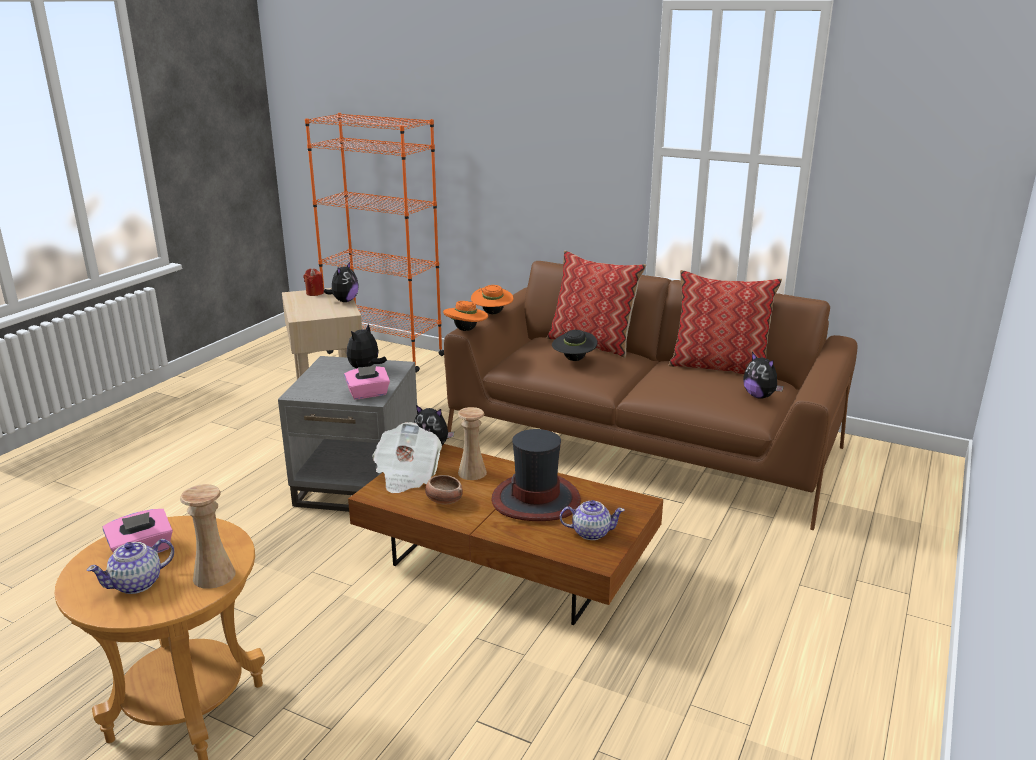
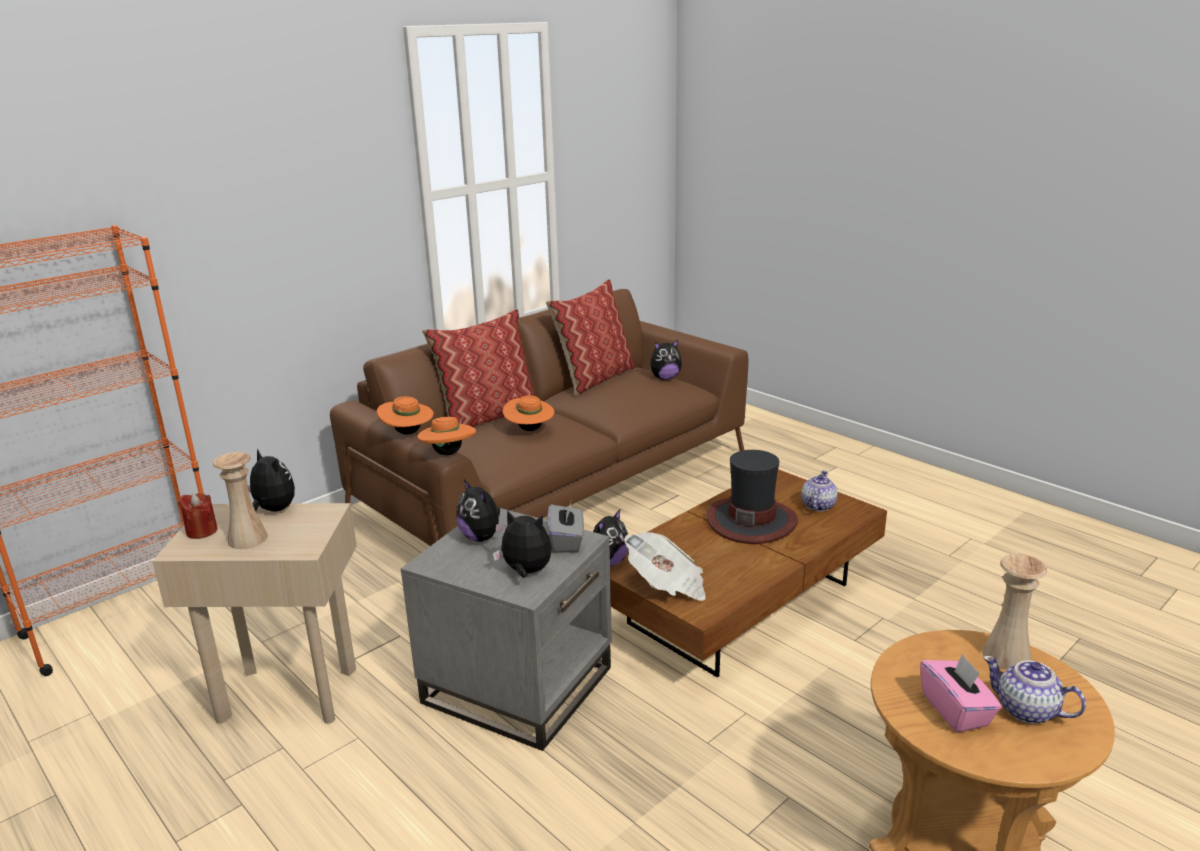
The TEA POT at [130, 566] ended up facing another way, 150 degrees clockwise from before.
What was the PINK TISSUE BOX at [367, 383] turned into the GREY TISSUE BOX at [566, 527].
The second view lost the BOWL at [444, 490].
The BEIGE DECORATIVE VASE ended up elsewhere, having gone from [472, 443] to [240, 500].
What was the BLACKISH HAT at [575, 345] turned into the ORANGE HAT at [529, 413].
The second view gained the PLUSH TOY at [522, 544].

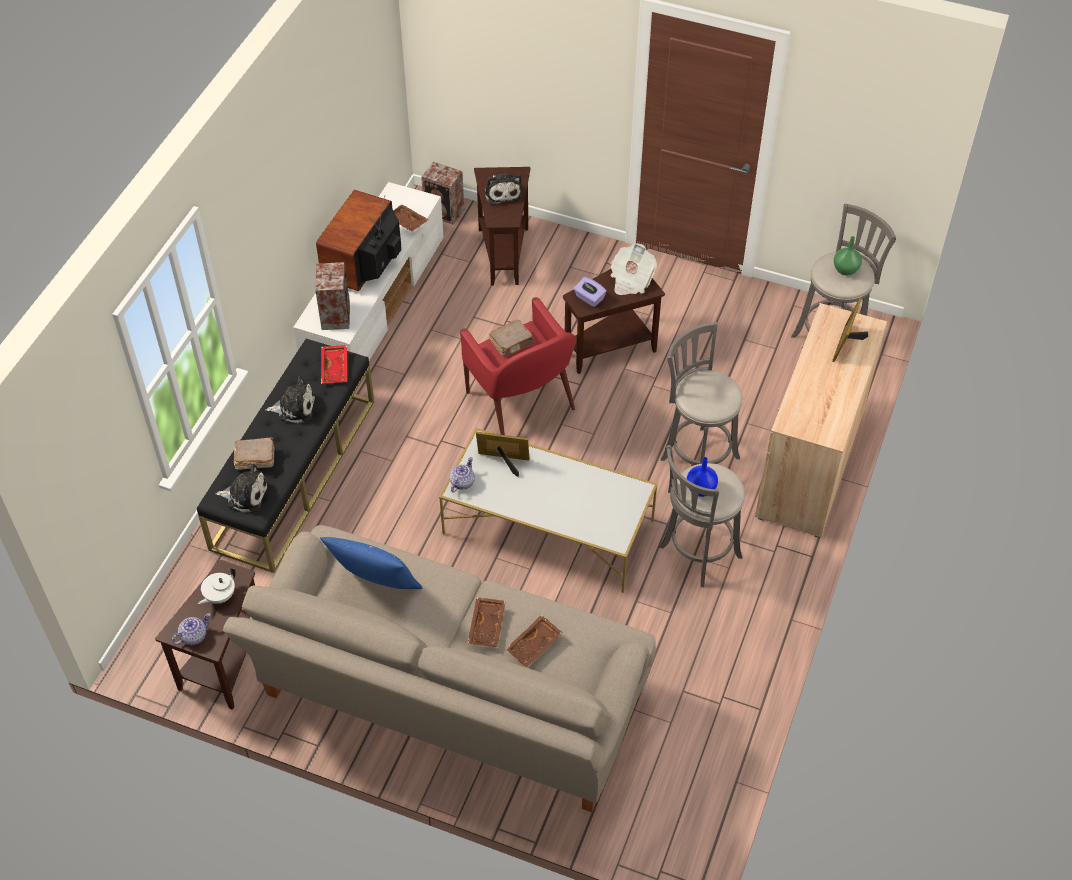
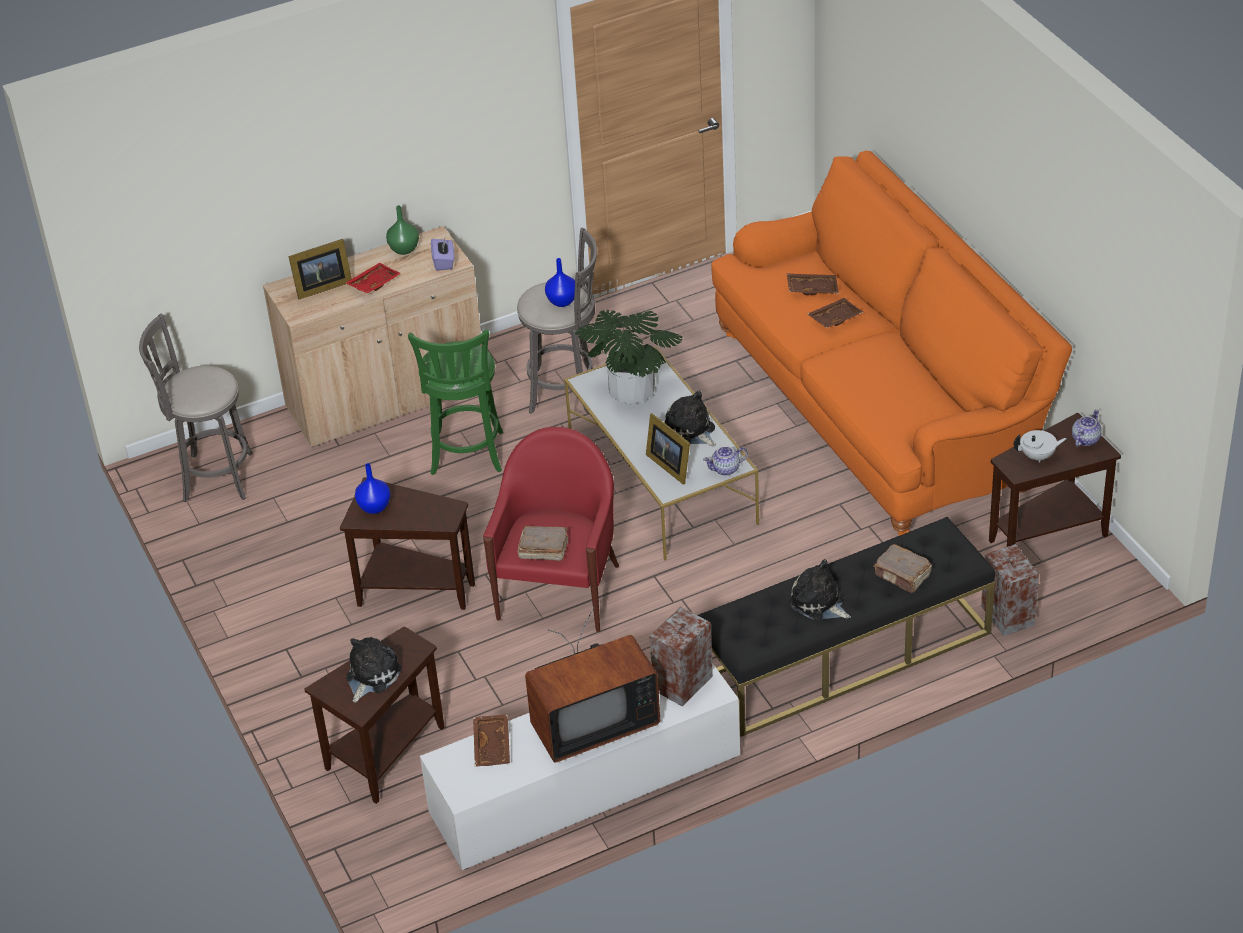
The TEA POT at [191, 629] ended up facing another way, 120 degrees clockwise from before.
The PLUSH TOY ended up elsewhere, having gone from [242, 488] to [690, 418].
What was the BEIGE SOFA at [439, 668] turned into the ORANGE SOFA at [891, 343].
The second view lost the BLUE-COLOURED PILLOW at [371, 563].
The RED CARRYING TRAY ended up elsewhere, having gone from [334, 364] to [373, 278].
The SPEAKER ended up elsewhere, having gone from [442, 193] to [1010, 590].
The PURPLE-COLOURED TISSUE BOX ended up elsewhere, having gone from [590, 292] to [442, 255].
Where the NEWSPAPER stood at [633, 269], the BLUE-COLOURED DECORATIVE VASE came to stand at [372, 488].
What was the GREY SITTING STOOL at [702, 393] turned into the GREENISH SITTING STOOL at [455, 402].
The GREENISH DECORATIVE VASE ended up elsewhere, having gone from [848, 255] to [402, 230].
The second view gained the POTTED PLANT at [629, 357].

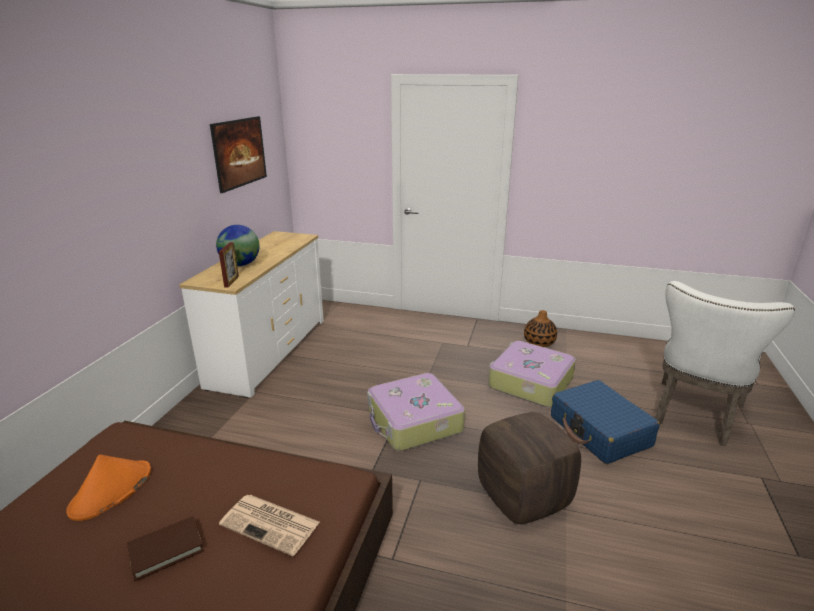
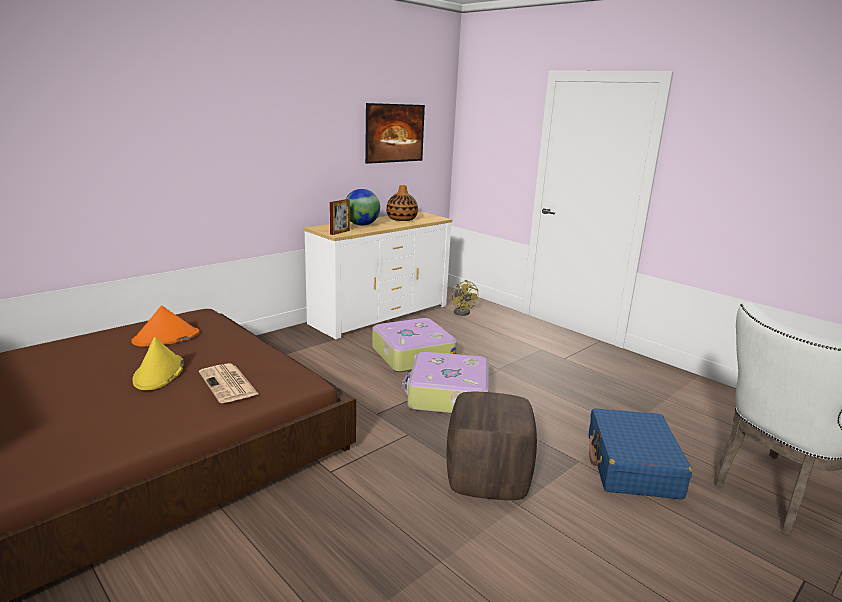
Where the BROWNISH BOUND BOOK stood at [165, 548], the YELLOWISH HAT came to stand at [158, 363].
The PIECE OF LUGGAGE ended up elsewhere, having gone from [532, 374] to [414, 345].
The DECORATIVE VASE ended up elsewhere, having gone from [540, 328] to [402, 203].
The second view gained the YELLOWISH FAN at [464, 298].

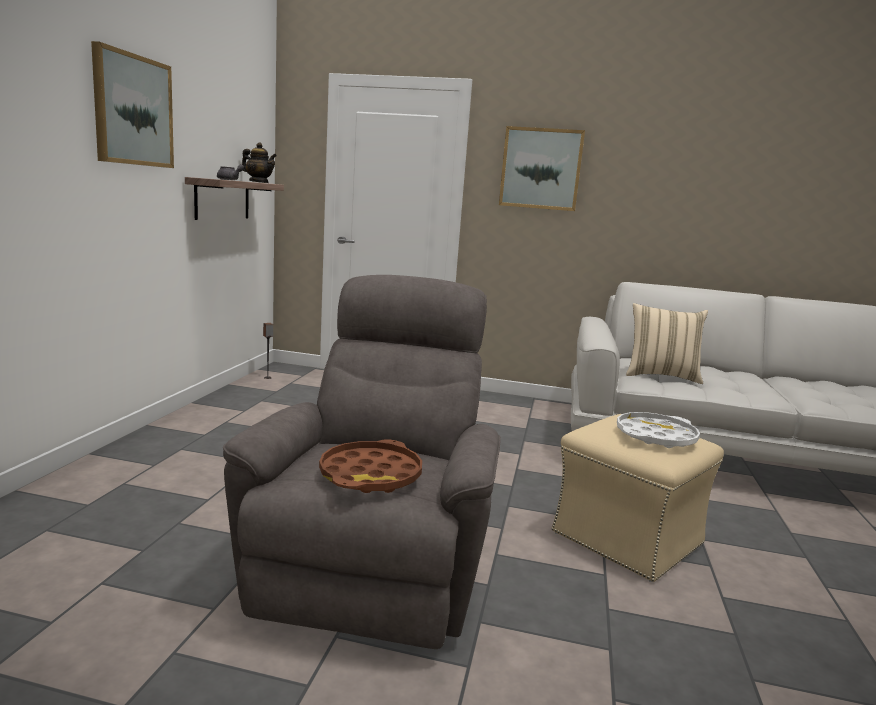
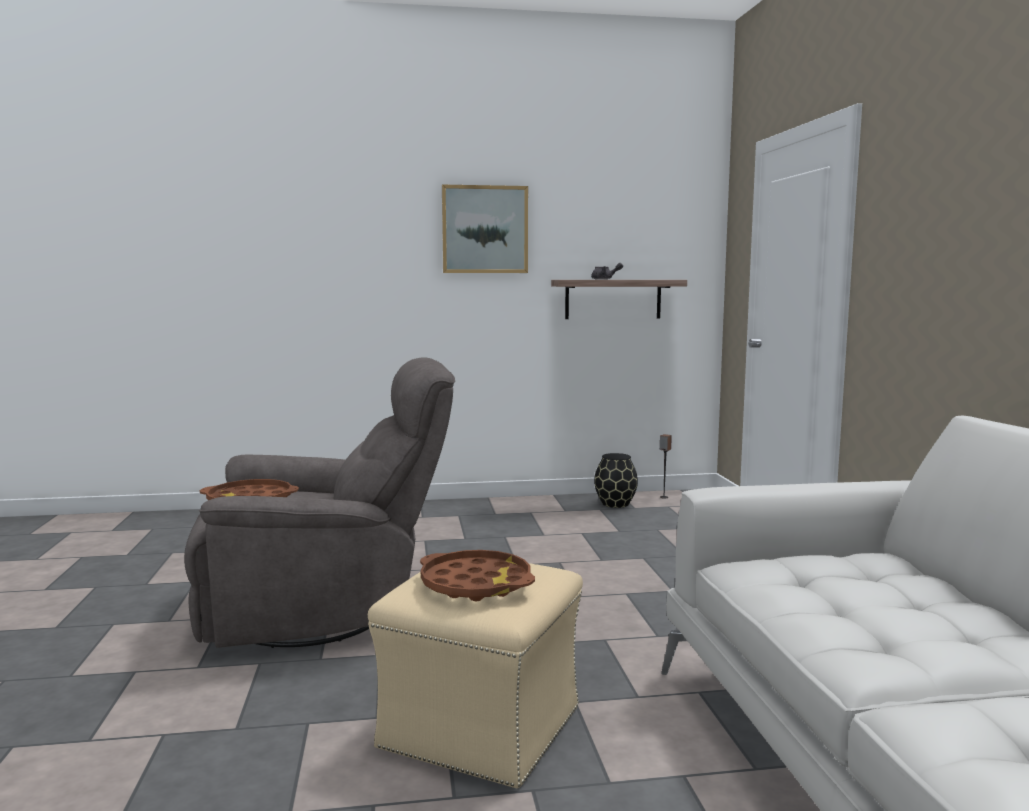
The second view lost the TEA POT at [259, 162].
The second view lost the PICTURE at [542, 168].
What was the WHITE CARRYING TRAY at [658, 430] turned into the BROWNISH CARRYING TRAY at [477, 576].
The second view lost the BEIGE PILLOW at [667, 343].
The second view gained the BLACKISH DECORATIVE VASE at [616, 480].

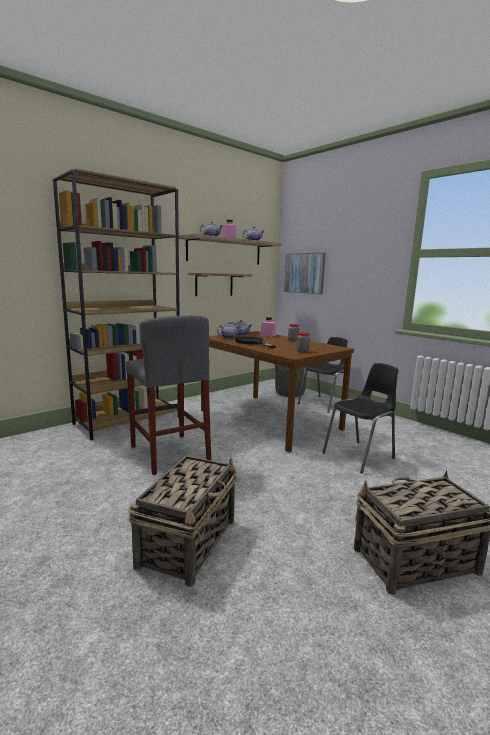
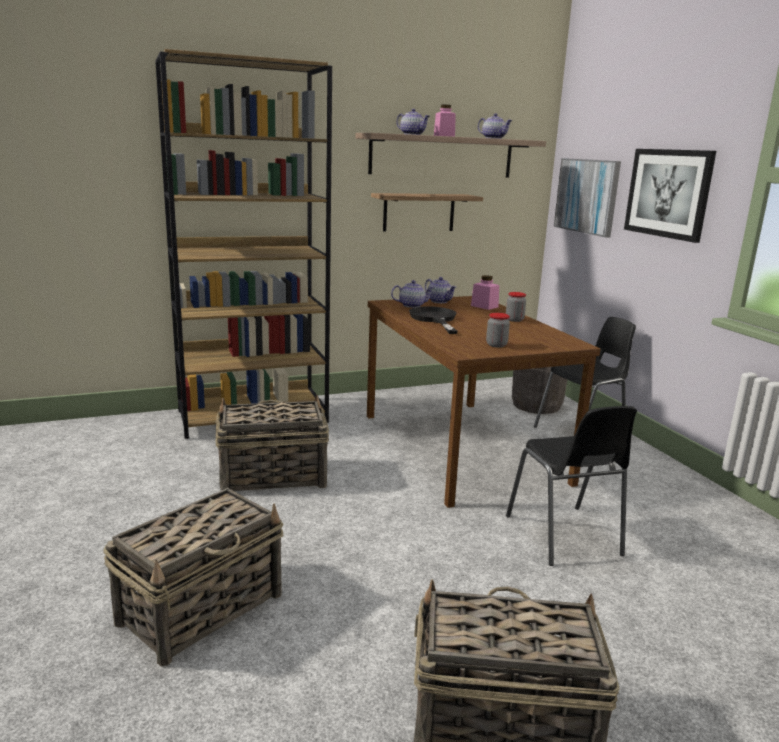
Where the GREY SITTING STOOL stood at [168, 395], the HOUSEHOLD BASKET came to stand at [272, 443].
The BLACKISH PLAIN CHAIR at [360, 418] ended up facing another way, 90 degrees clockwise from before.
The second view gained the PICTURE at [670, 196].

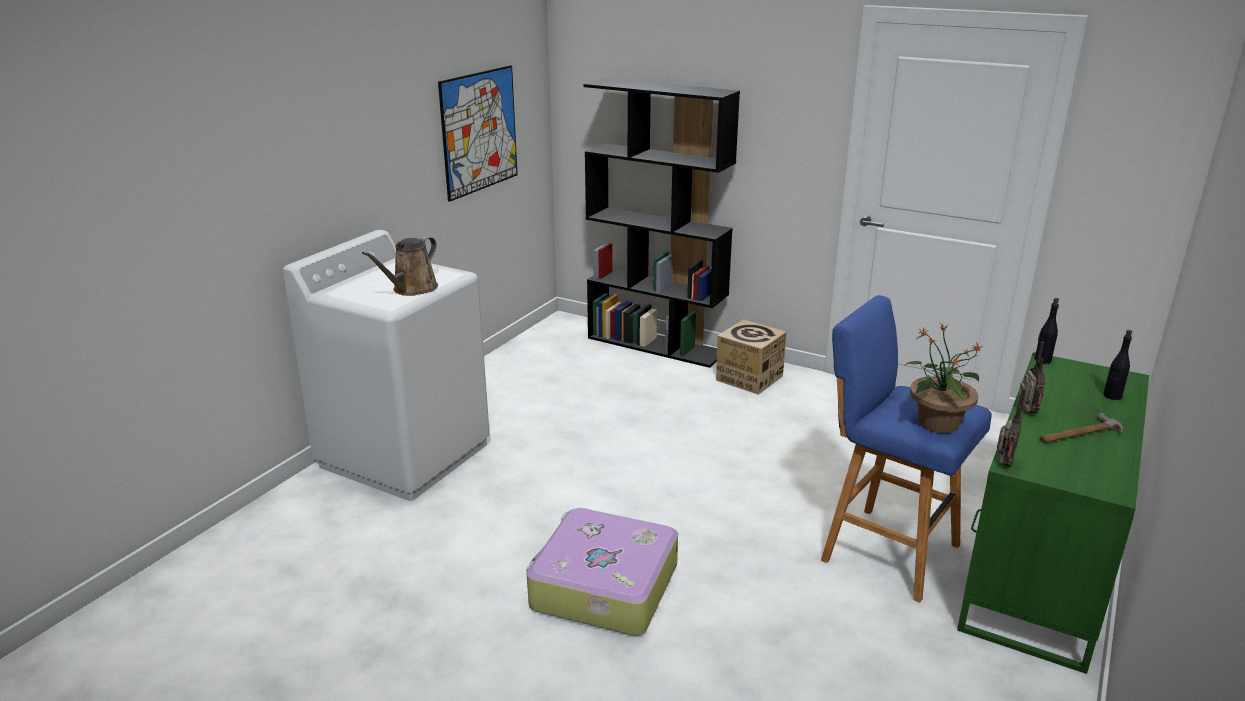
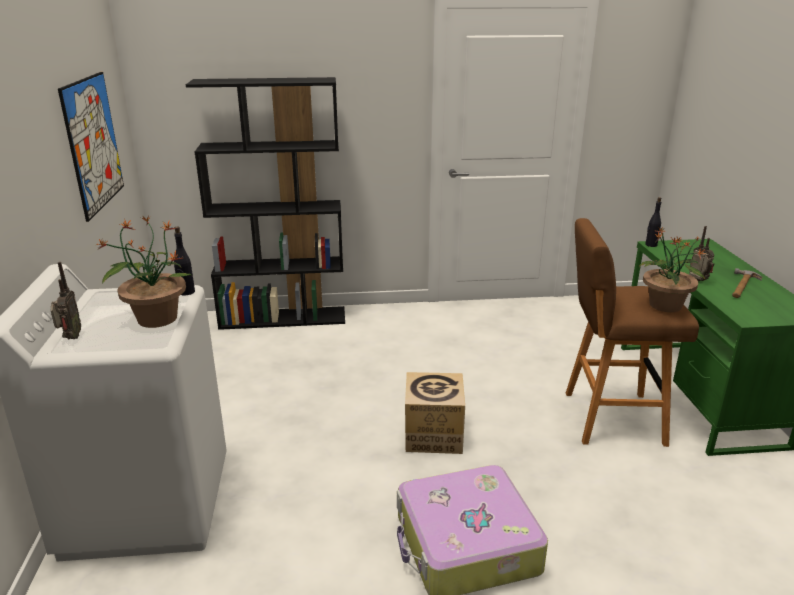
Where the BROWNISH SPRINKLING CAN stood at [400, 266], the POTTED PLANT came to stand at [144, 272].
The CARDBOARD BOX ended up elsewhere, having gone from [751, 357] to [435, 413].
What was the BLUE-COLOURED SITTING STOOL at [906, 449] turned into the BROWNISH SITTING STOOL at [632, 332].
The RADIO RECEIVER ended up elsewhere, having gone from [1011, 427] to [66, 300].
The BLACKISH BOTTLE ended up elsewhere, having gone from [1117, 365] to [184, 261].

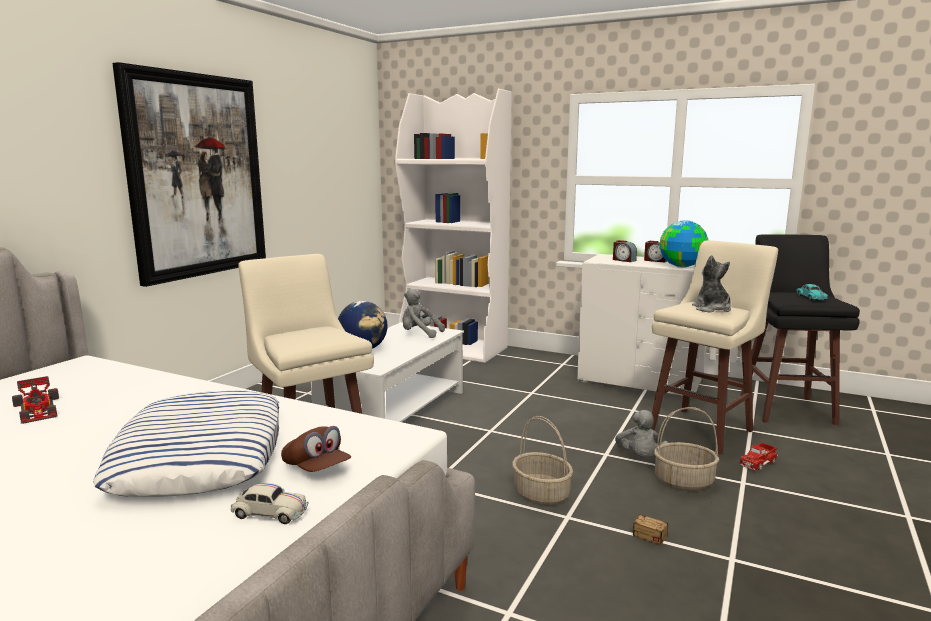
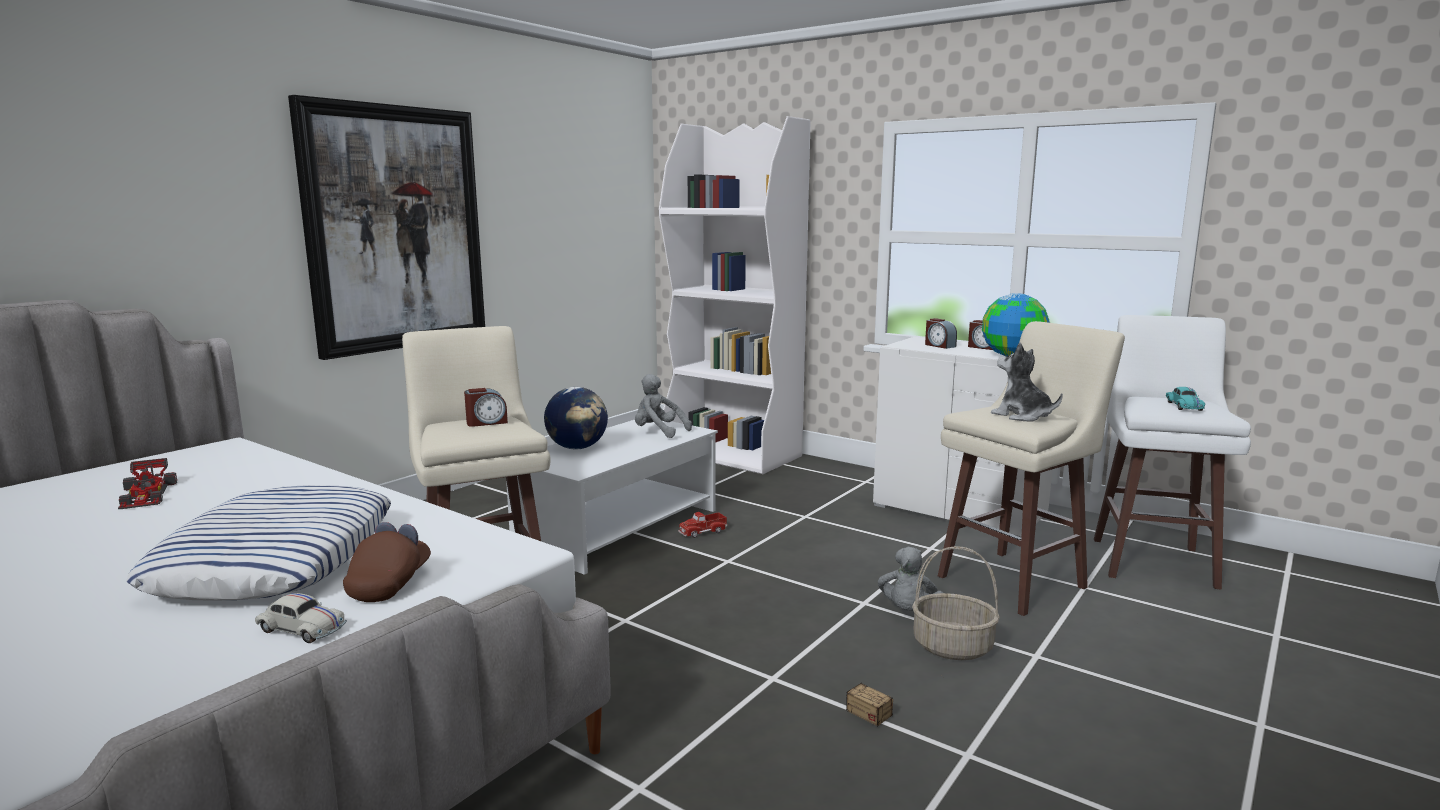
The BROWNISH CAP at [316, 449] ended up facing another way, 135 degrees counterclockwise from before.
The second view lost the HOUSEHOLD BASKET at [542, 461].
The PLUSH TOY at [711, 284] ended up facing another way, 45 degrees counterclockwise from before.
What was the BLACKISH SITTING STOOL at [800, 329] turned into the WHITE SITTING STOOL at [1172, 452].
The TOY LORRY ended up elsewhere, having gone from [759, 456] to [702, 525].
The second view gained the ALARM CLOCK at [486, 407].

